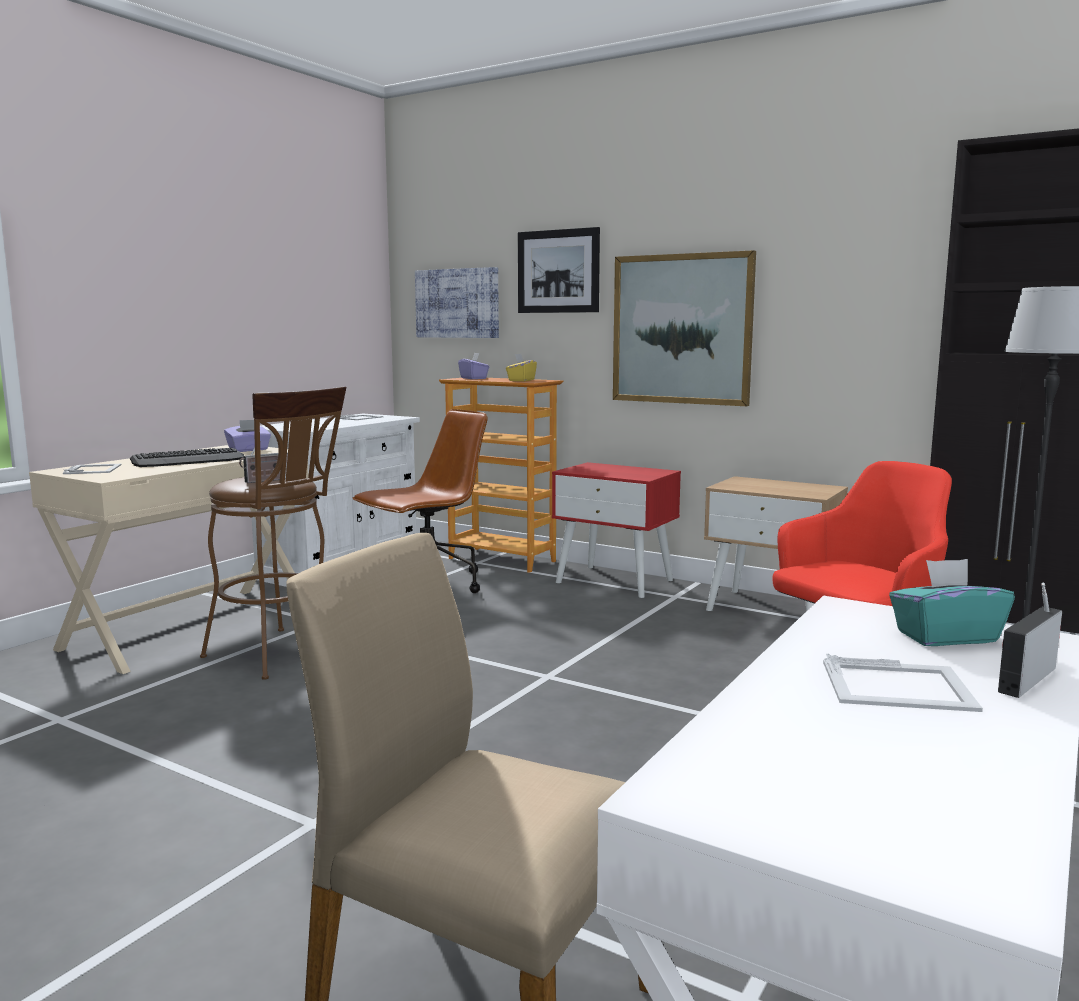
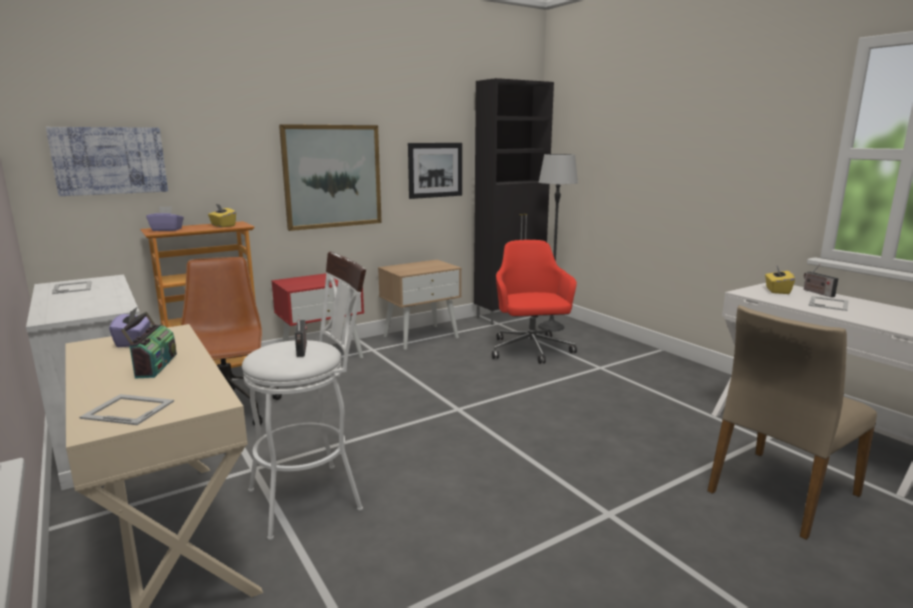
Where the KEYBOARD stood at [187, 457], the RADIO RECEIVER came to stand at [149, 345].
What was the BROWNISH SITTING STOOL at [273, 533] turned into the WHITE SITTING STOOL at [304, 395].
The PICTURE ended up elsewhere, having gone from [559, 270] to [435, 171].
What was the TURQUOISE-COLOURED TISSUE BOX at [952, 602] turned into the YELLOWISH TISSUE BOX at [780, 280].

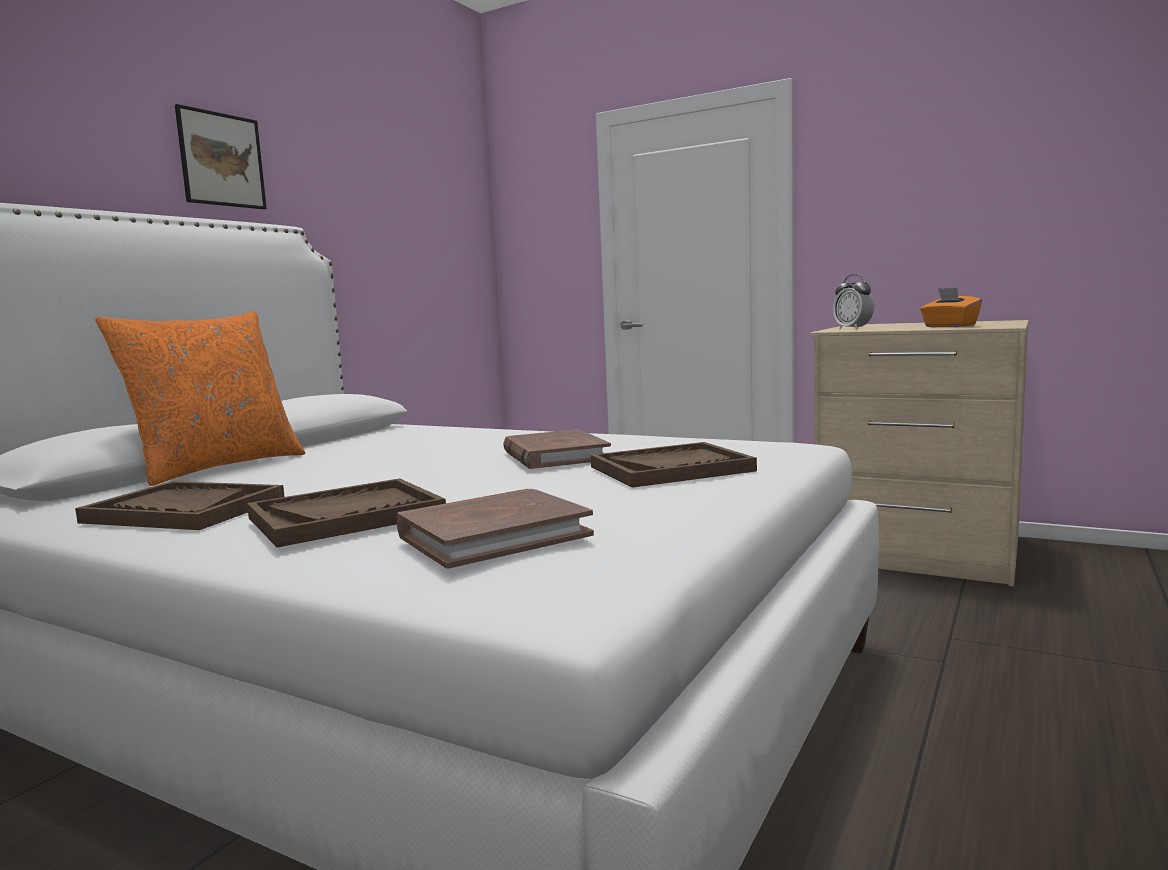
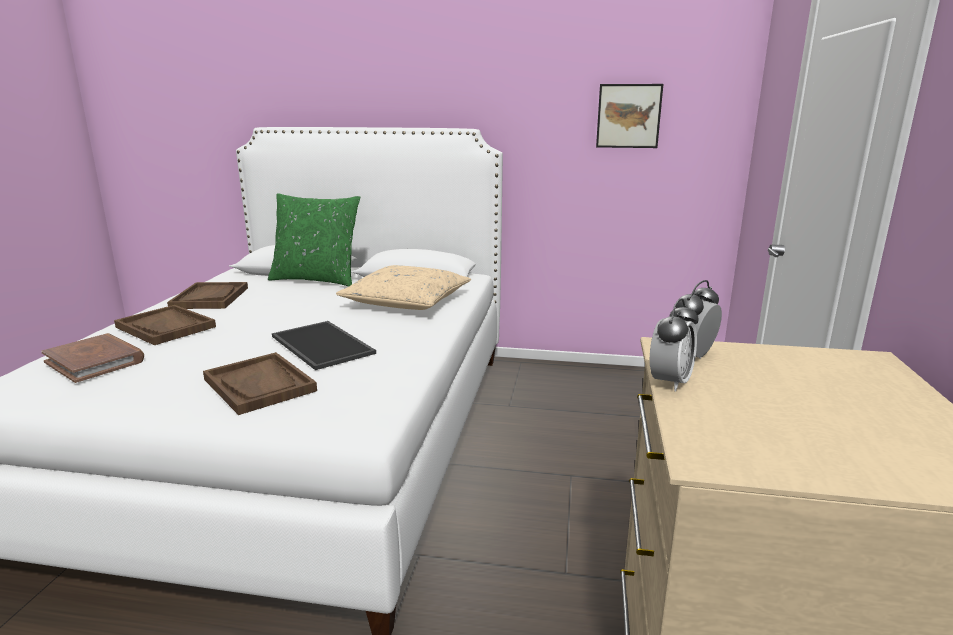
What was the ORANGE PILLOW at [200, 398] turned into the GREENISH PILLOW at [314, 239].
The PICTURE ended up elsewhere, having gone from [221, 156] to [629, 116].
Where the BROWNISH BOUND BOOK stood at [557, 449], the CARRYING TRAY came to stand at [324, 345].
The second view lost the ORANGE TISSUE BOX at [951, 307].
The second view gained the BEIGE PILLOW at [403, 287].
The second view gained the ALARM CLOCK at [674, 345].

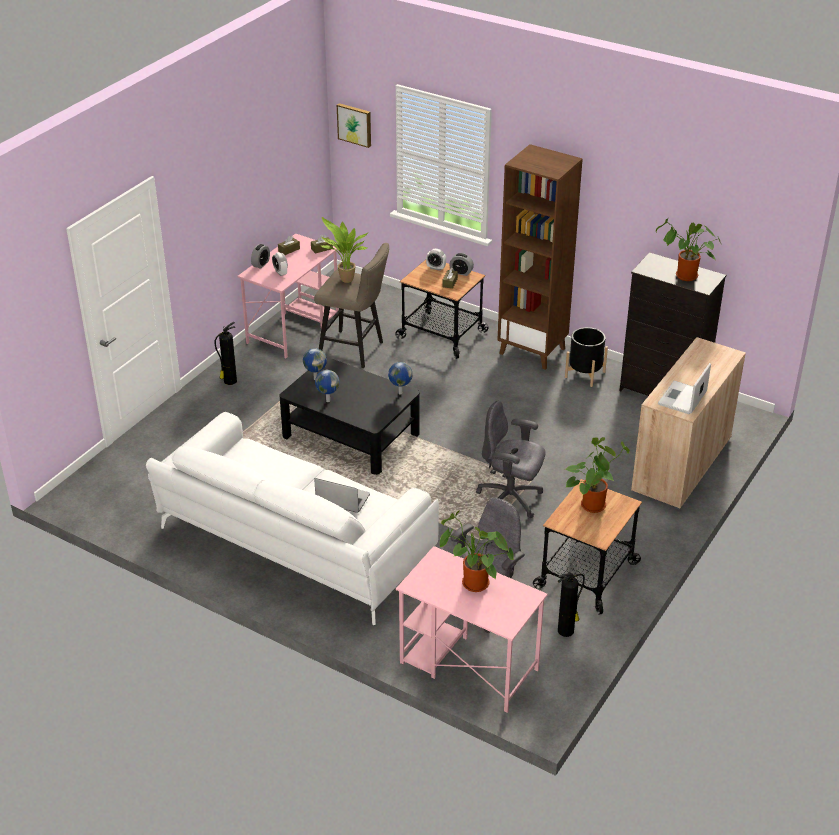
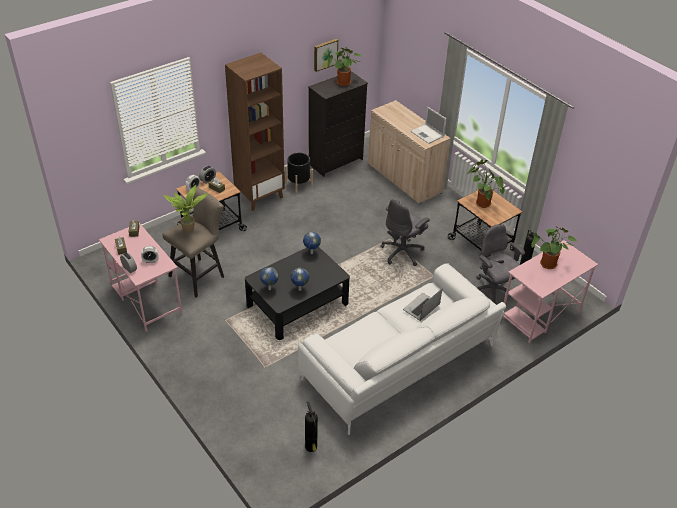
The EXTINGUISHER ended up elsewhere, having gone from [226, 353] to [311, 427].
The PICTURE ended up elsewhere, having gone from [354, 125] to [326, 55].

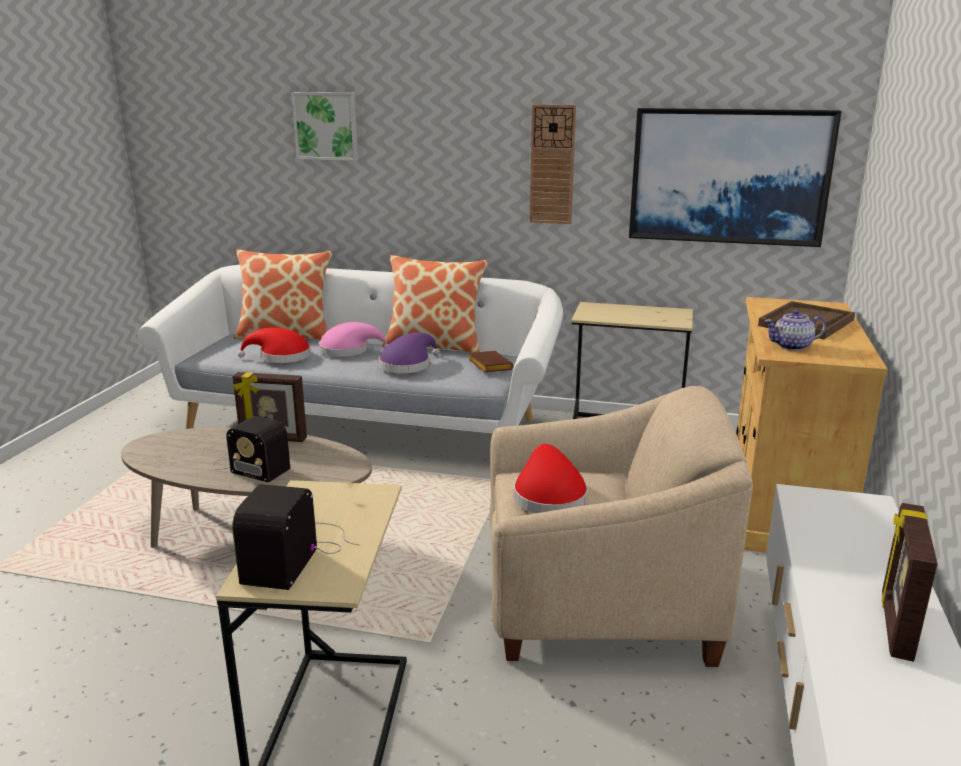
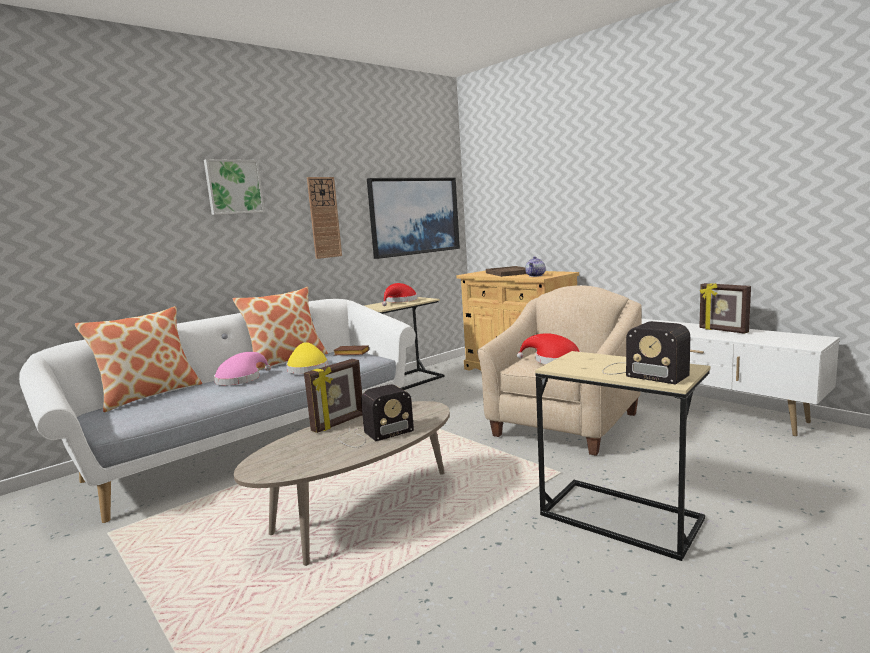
The RED HAT ended up elsewhere, having gone from [274, 345] to [399, 294].
The PICTURE ended up elsewhere, having gone from [325, 126] to [234, 187].
What was the PURPLE-COLOURED HAT at [409, 353] turned into the YELLOWISH HAT at [307, 358].

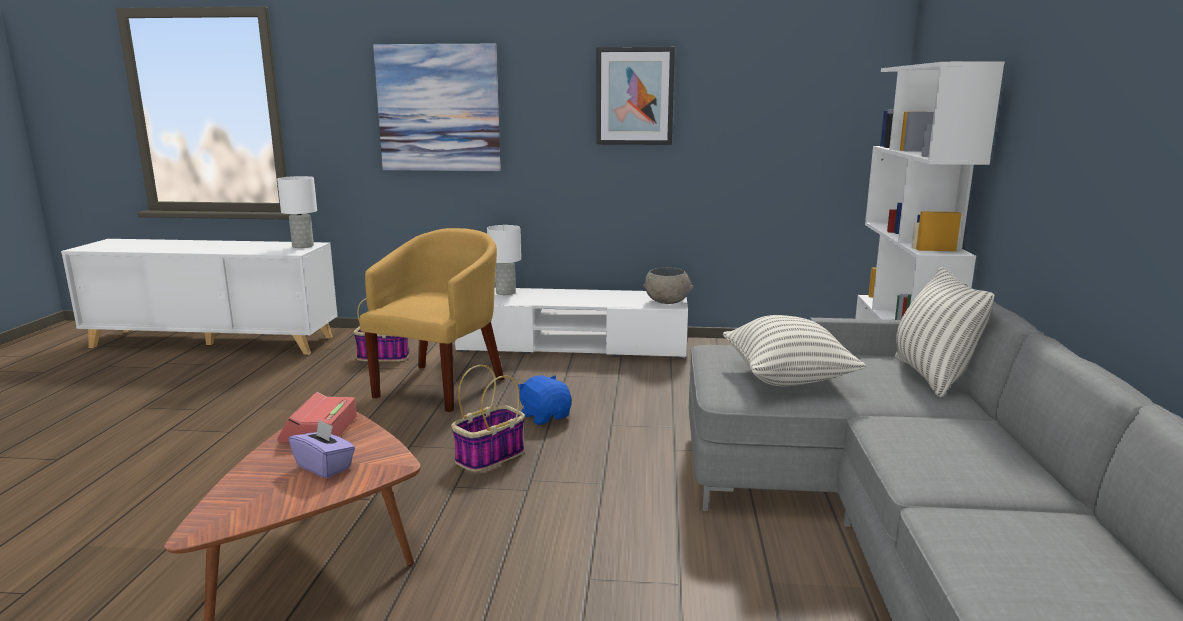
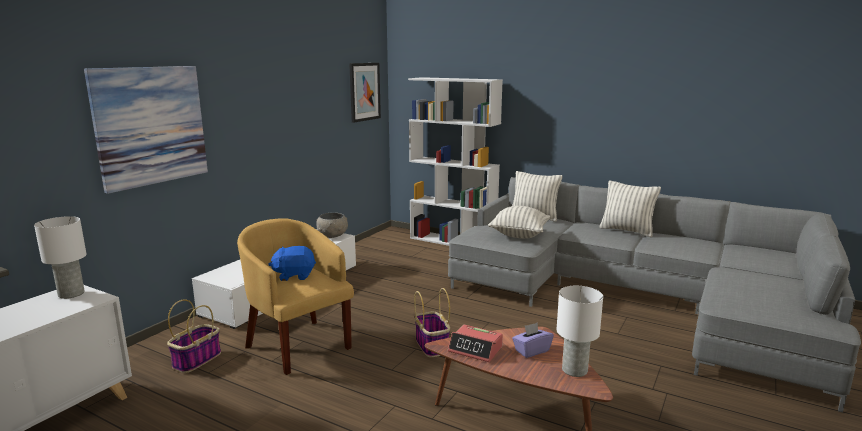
The WHITE TABLETOP LAMP ended up elsewhere, having gone from [504, 260] to [579, 331].
The BLUE-COLOURED PLUSH TOY ended up elsewhere, having gone from [545, 400] to [292, 263].
The PICTURE ended up elsewhere, having gone from [635, 96] to [365, 93].
The second view gained the PILLOW at [630, 208].

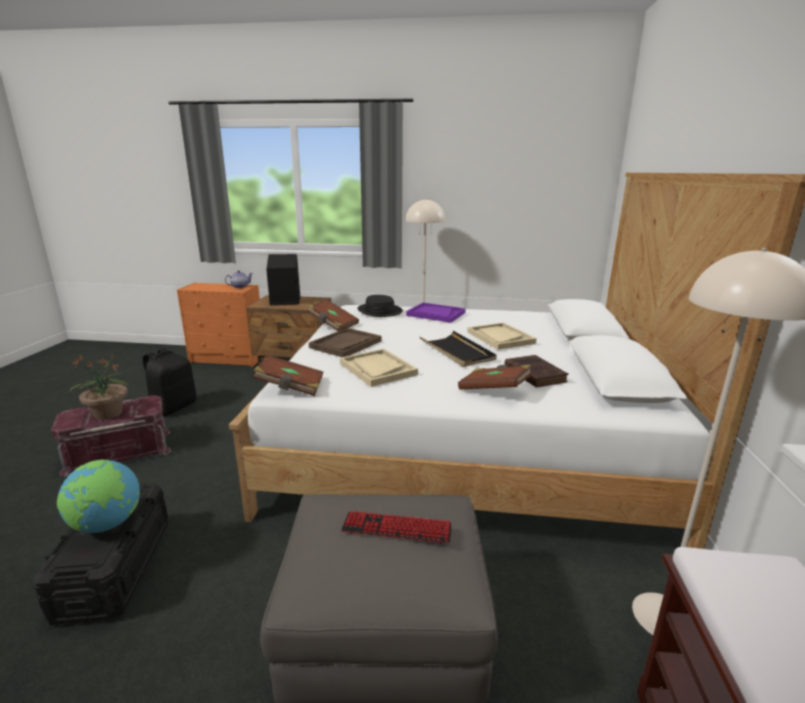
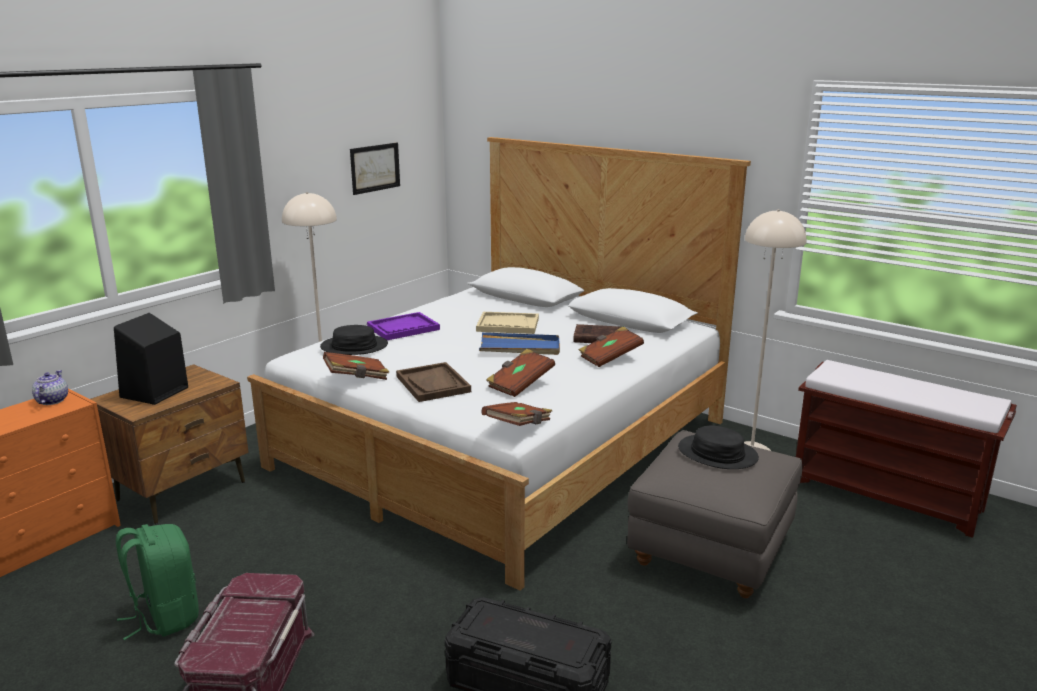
The second view lost the DESK GLOBE at [98, 496].
The second view lost the POTTED PLANT at [100, 387].
What was the BLACKISH RUCKSACK at [169, 382] turned into the GREENISH RUCKSACK at [157, 582].
Where the BEIGE CARRYING TRAY stood at [379, 368], the BROWNISH BOUND BOOK came to stand at [520, 373].
Where the KEYBOARD stood at [396, 527], the BLACKISH HAT came to stand at [718, 447].
What was the BLACKISH CARRYING TRAY at [458, 349] turned into the BLUE-COLOURED CARRYING TRAY at [519, 343].
The second view gained the PICTURE at [375, 169].

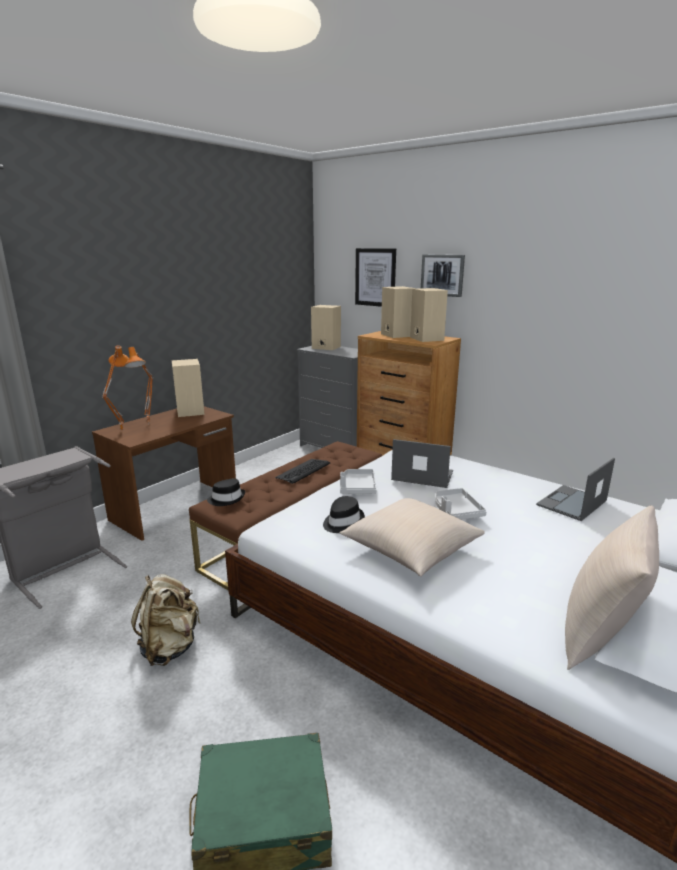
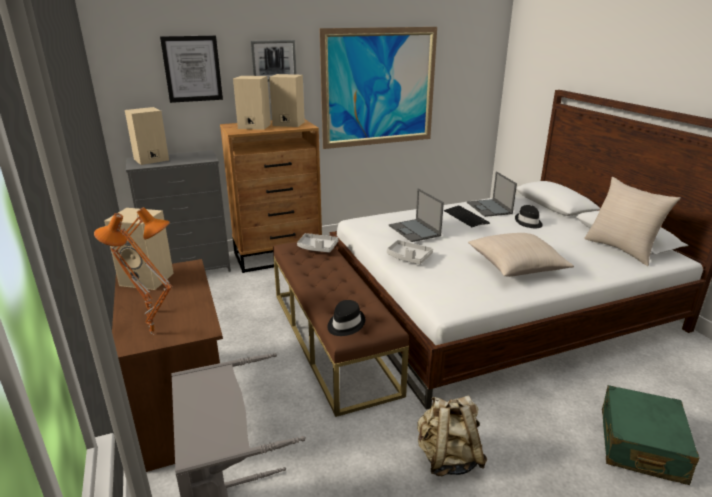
The KEYBOARD ended up elsewhere, having gone from [302, 471] to [467, 216].
The BLACKISH HAT ended up elsewhere, having gone from [344, 514] to [529, 216].
The LAPTOP at [422, 463] ended up facing another way, 75 degrees counterclockwise from before.
The GREY CARRYING TRAY ended up elsewhere, having gone from [461, 504] to [318, 243].
The second view gained the PICTURE at [378, 88].

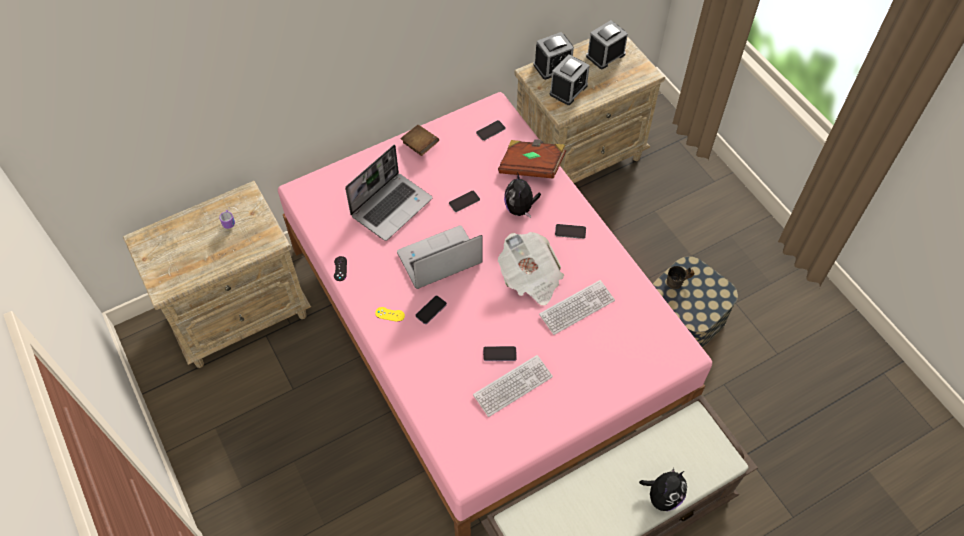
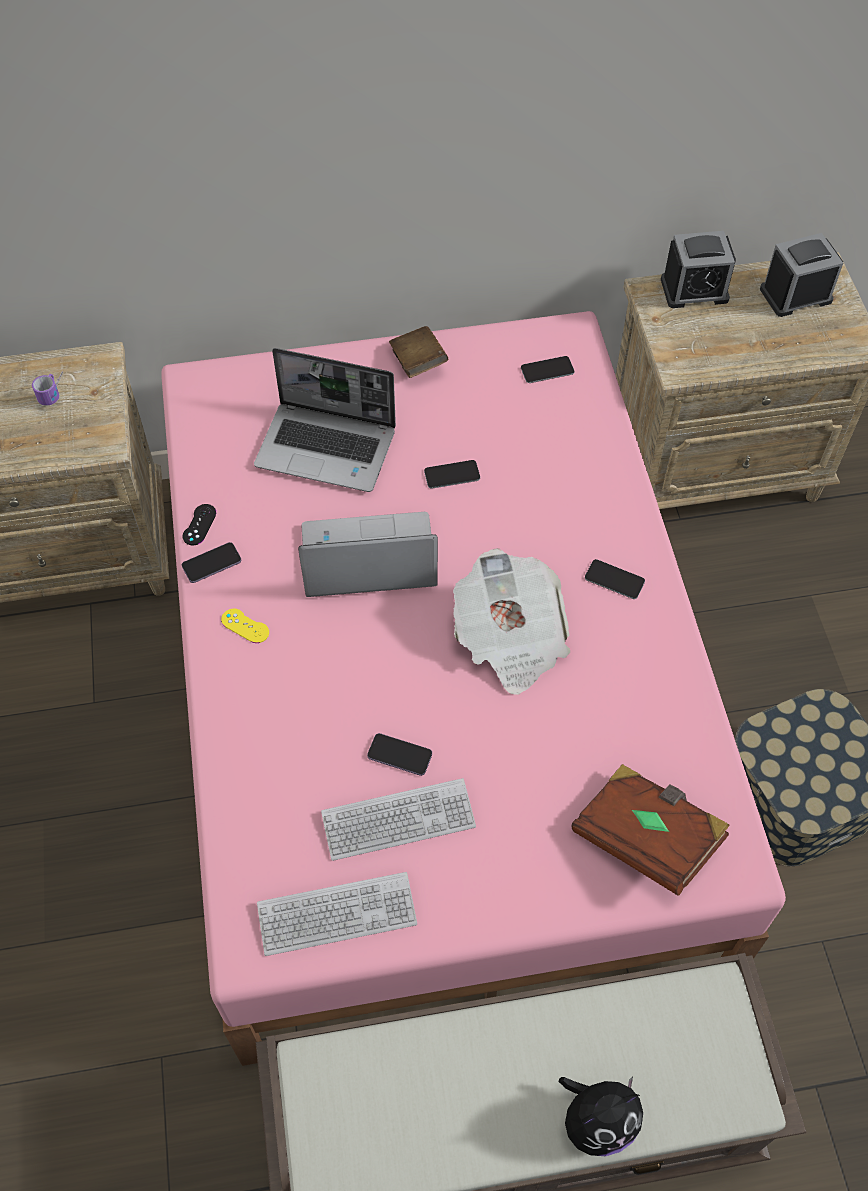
The LAPTOP at [389, 192] ended up facing another way, 45 degrees clockwise from before.
The HANDSET ended up elsewhere, having gone from [431, 310] to [211, 562].
The BROWNISH BOUND BOOK ended up elsewhere, having gone from [532, 159] to [651, 830].
The second view lost the PLUSH TOY at [522, 195].
The KEYBOARD ended up elsewhere, having gone from [577, 307] to [337, 914].
The second view lost the ALARM CLOCK at [570, 79].
The second view lost the GREY MUG at [680, 277].

